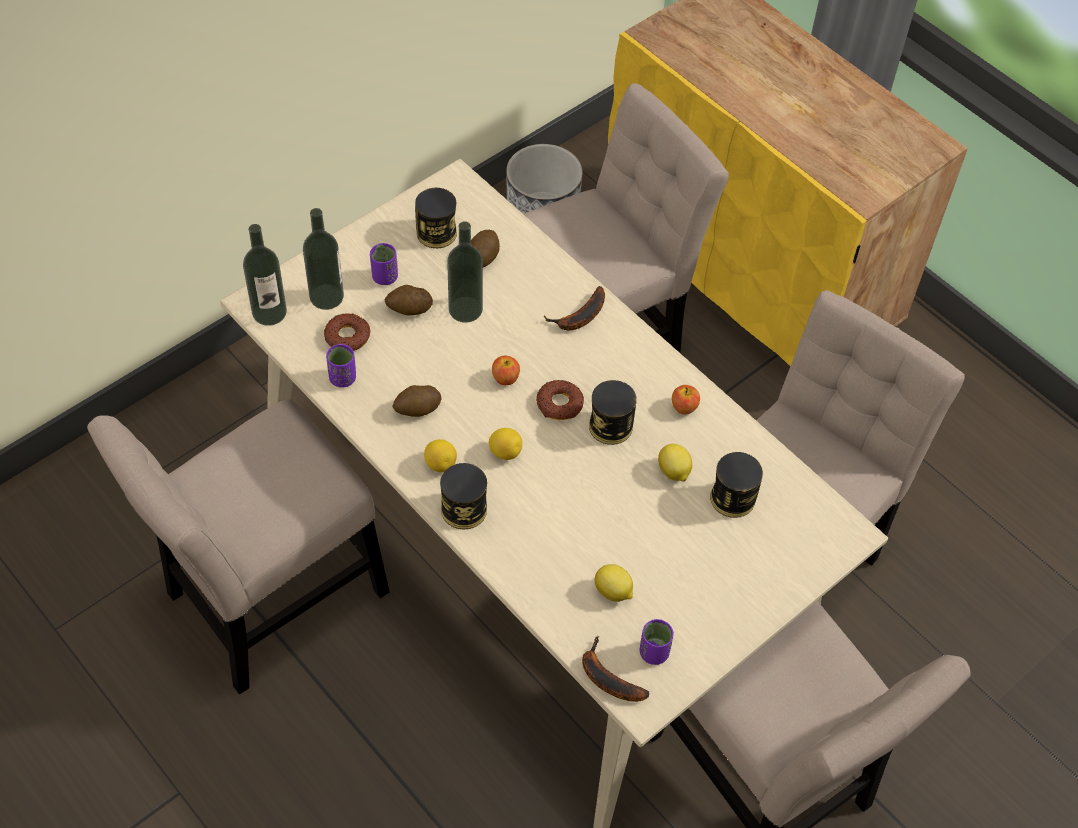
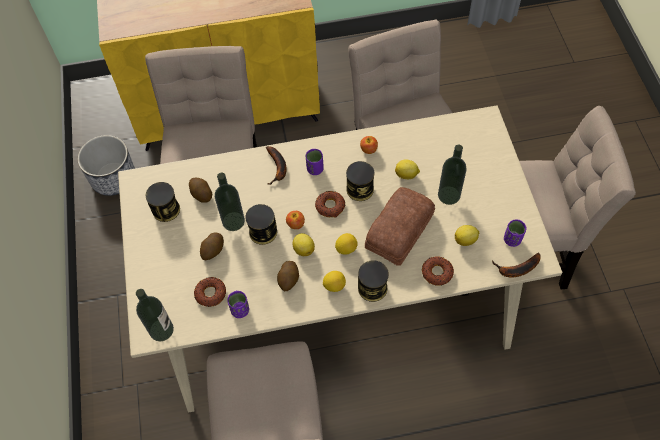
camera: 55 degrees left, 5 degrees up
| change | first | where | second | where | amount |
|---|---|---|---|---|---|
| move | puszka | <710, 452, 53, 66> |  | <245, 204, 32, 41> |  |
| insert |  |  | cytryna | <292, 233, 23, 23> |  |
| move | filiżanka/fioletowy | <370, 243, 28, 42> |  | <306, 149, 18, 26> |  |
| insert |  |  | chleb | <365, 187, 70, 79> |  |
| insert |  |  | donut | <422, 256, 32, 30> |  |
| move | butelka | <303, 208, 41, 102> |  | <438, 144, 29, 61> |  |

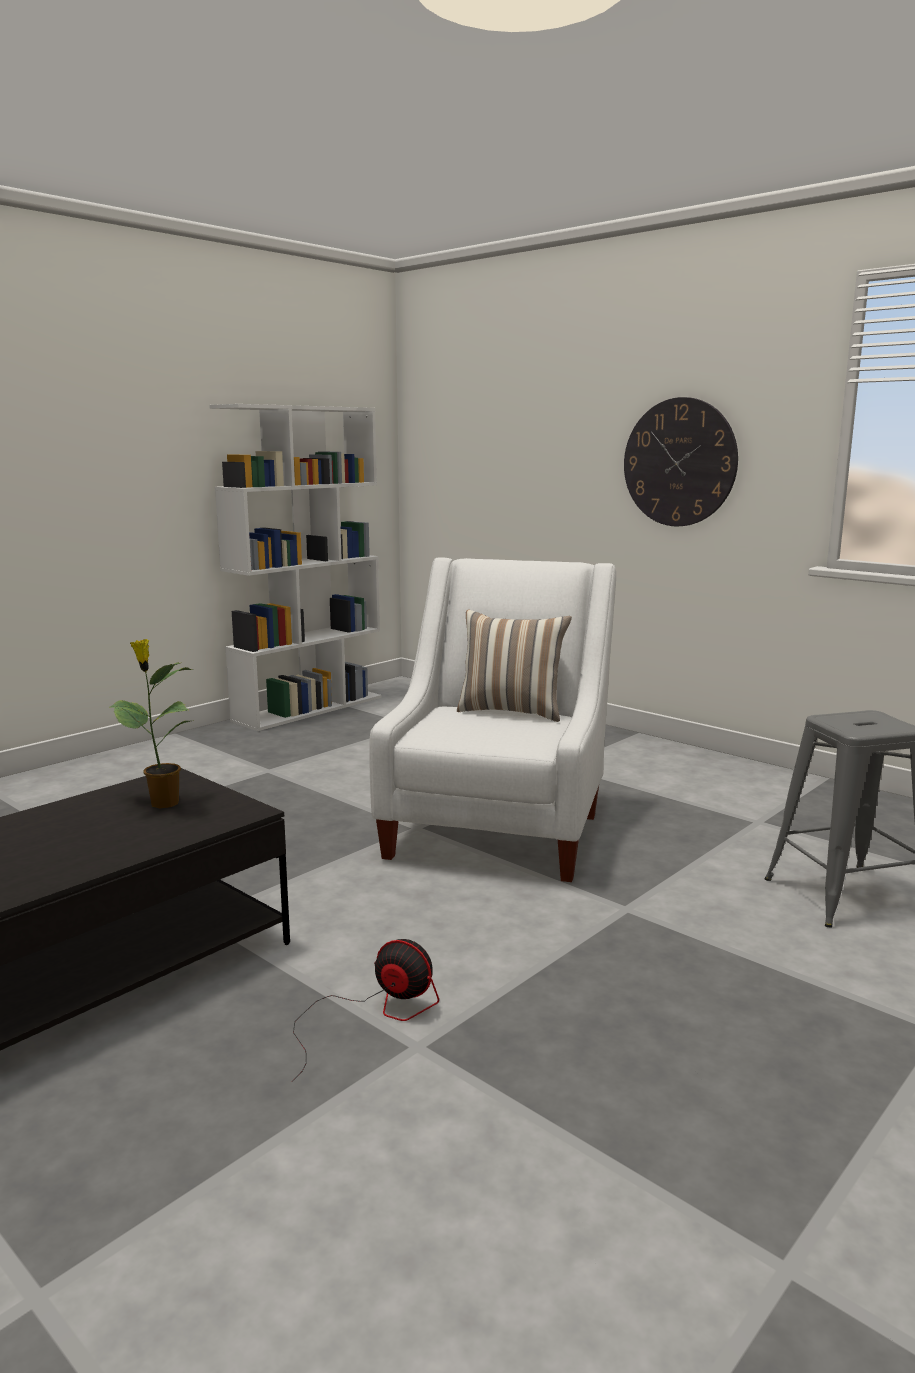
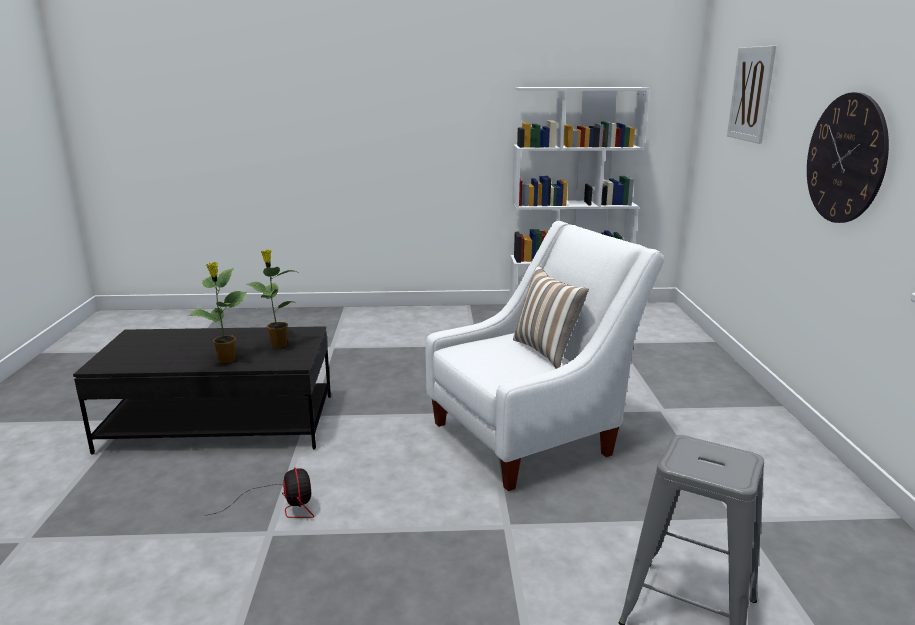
camera: 45 degrees right, 5 degrees up
| change | first | where | second | where | amount |
|---|---|---|---|---|---|
| insert |  |  | roślina doniczkowa | <188, 262, 59, 101> |  |
| insert |  |  | obraz | <727, 46, 49, 98> |  |

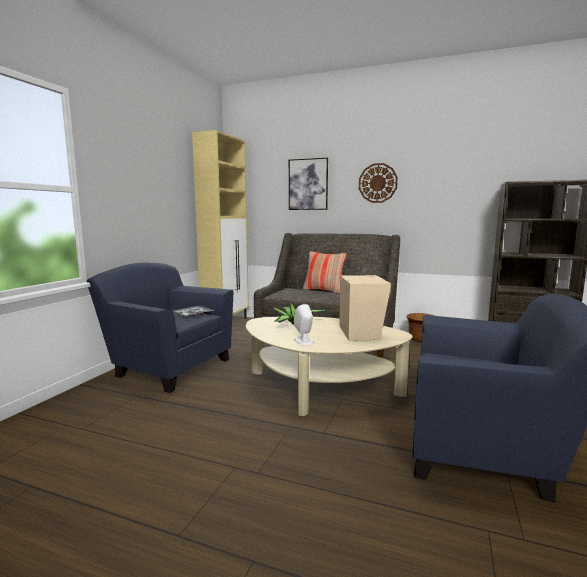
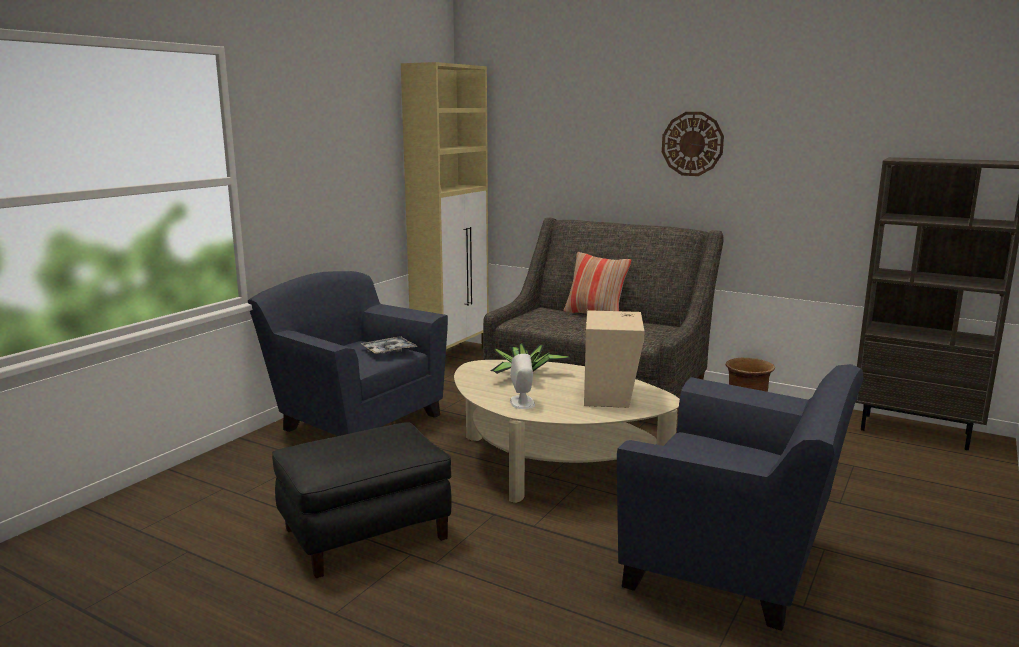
camera: 10 degrees right, 5 degrees up
| change | first | where | second | where | amount |
|---|---|---|---|---|---|
| insert |  |  | pufa/czarny | <272, 422, 180, 156> |  |
| delete | obraz | <289, 158, 39, 52> |  |  |  |

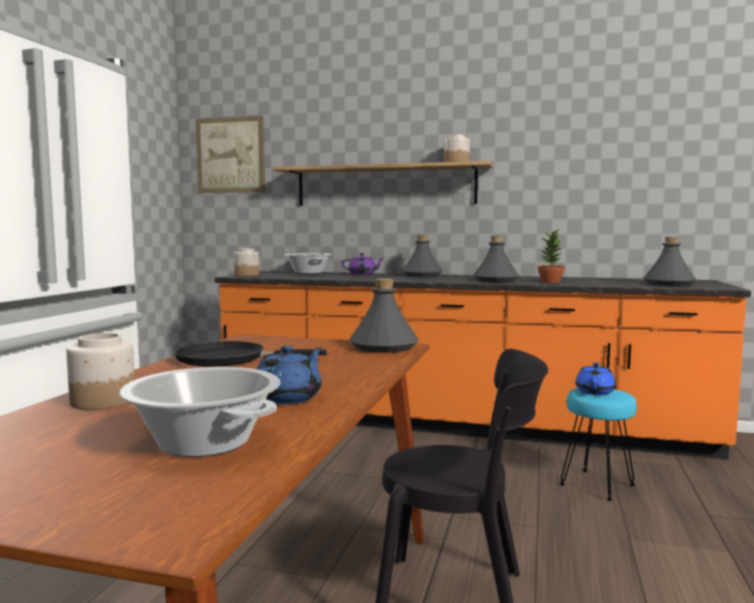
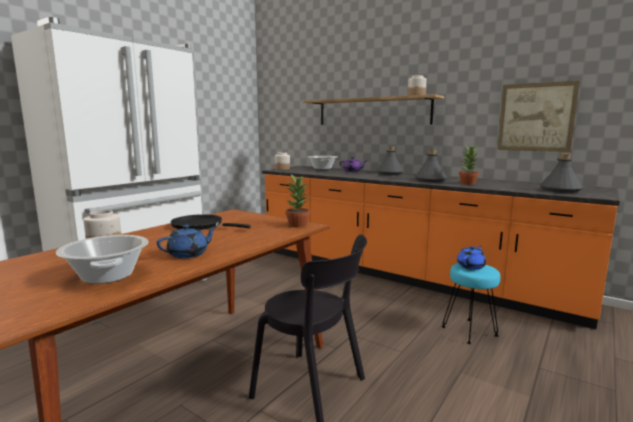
camera: 20 degrees right, 5 degrees up
| change | first | where | second | where | amount |
|---|---|---|---|---|---|
| replace | butelka/szary | <349, 278, 70, 75> | roślina doniczkowa | <285, 175, 26, 52> |  |
| move | obraz | <196, 115, 69, 78> |  | <497, 81, 83, 71> |  |

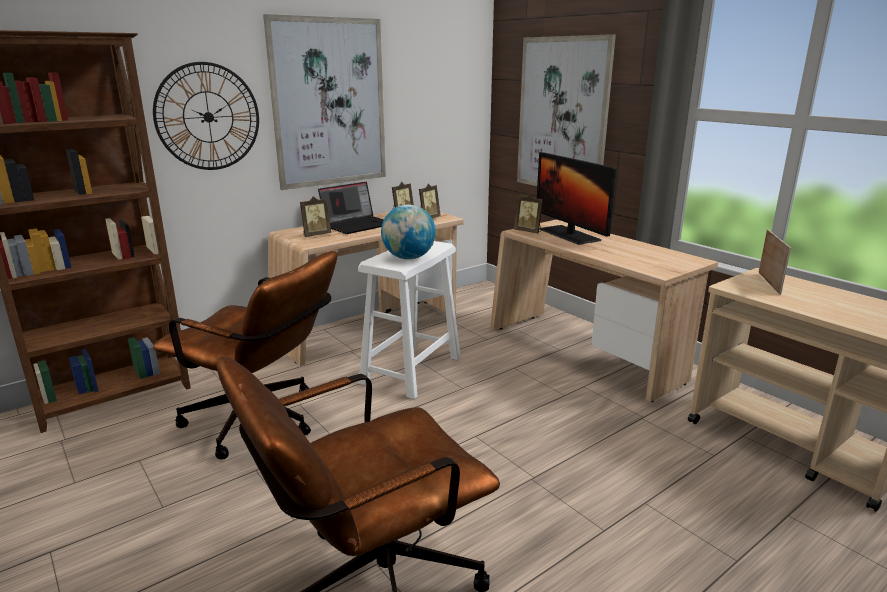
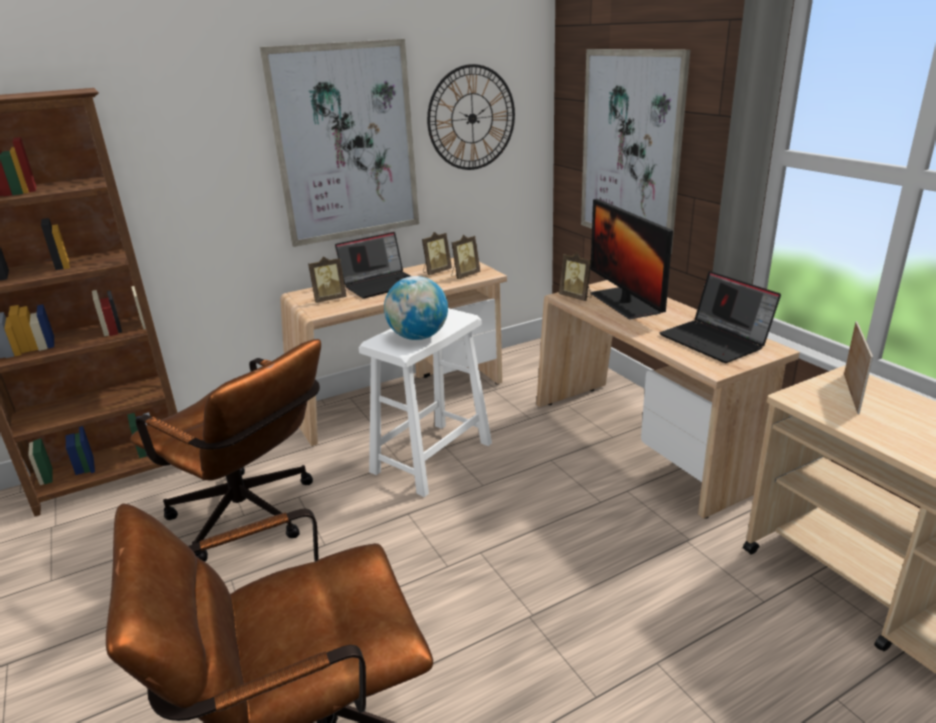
camera: 10 degrees right, 5 degrees up
| change | first | where | second | where | amount |
|---|---|---|---|---|---|
| move | zegar ścienny | <153, 62, 106, 108> |  | <427, 64, 88, 106> |  |
| insert |  |  | laptop | <660, 271, 121, 92> |  |

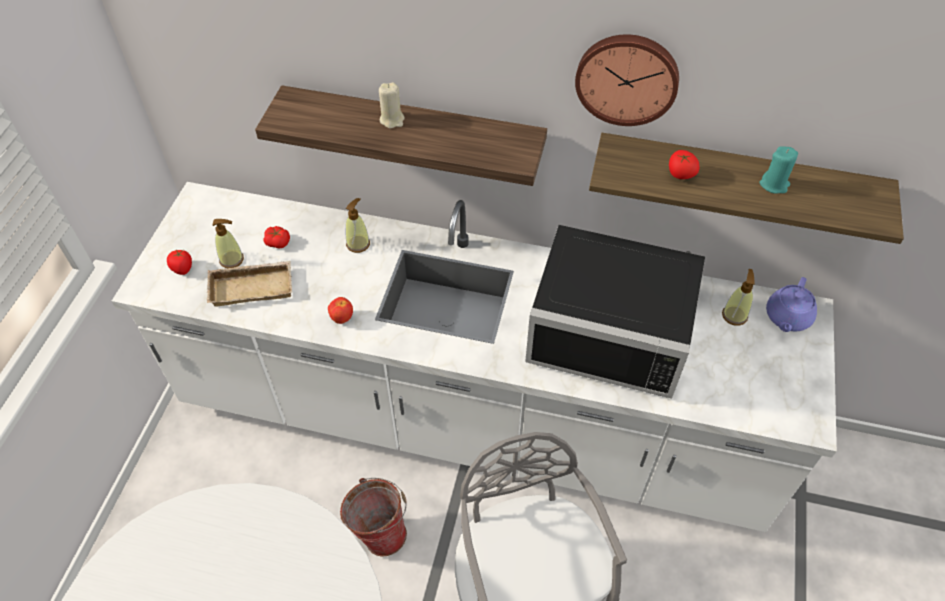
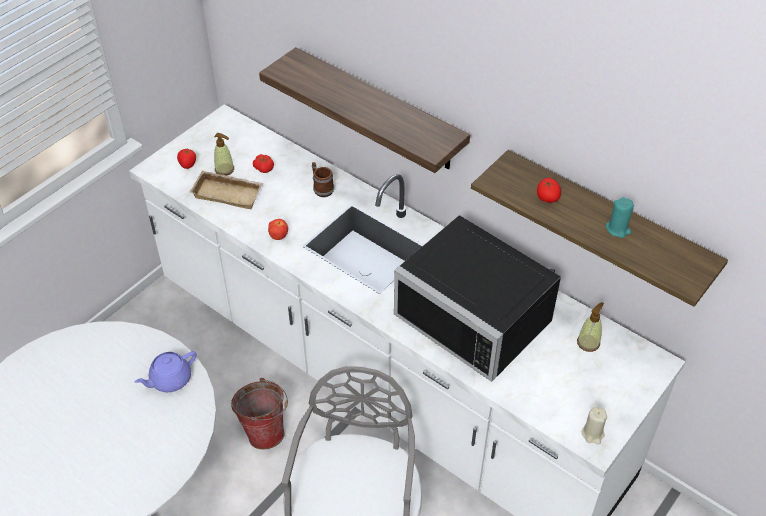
camera: 25 degrees right, 5 degrees down
| change | first | where | second | where | amount |
|---|---|---|---|---|---|
| move | imbryk/fioletowy | <766, 277, 51, 55> |  | <135, 351, 62, 41> |  |
| replace | dozownik mydła | <346, 198, 24, 55> | kubek | <312, 162, 22, 35> |  |
| move | świeca/beżowy | <379, 82, 26, 46> |  | <581, 407, 26, 37> |  |
| delete | zegar ścienny | <575, 34, 104, 92> |  |  |  |

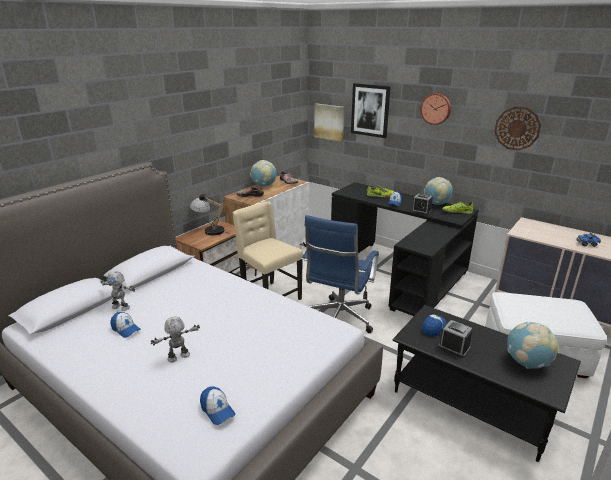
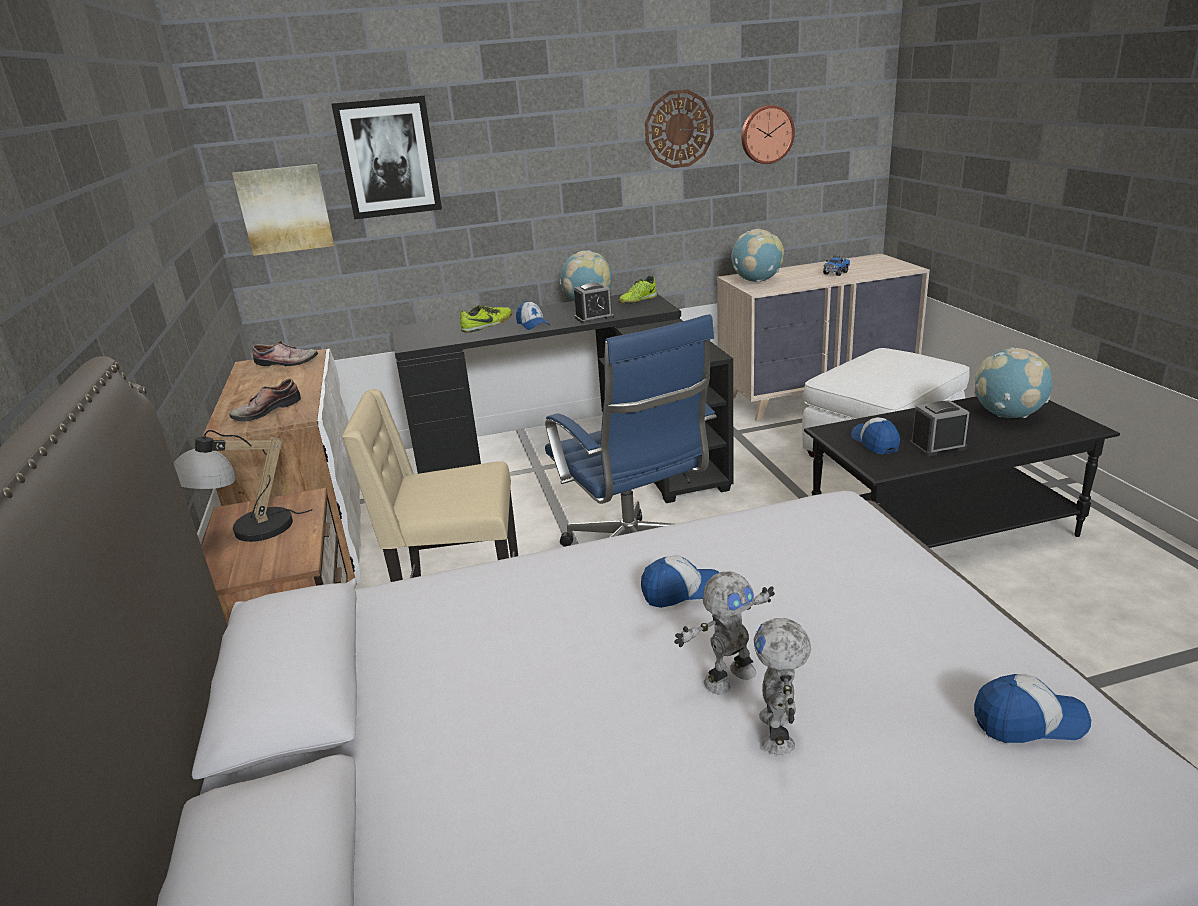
camera: 50 degrees left, 0 degrees up
| change | first | where | second | where | amount |
|---|---|---|---|---|---|
| move | czapka z daszkiem | <111, 312, 30, 26> |  | <641, 555, 78, 53> |  |
| move | robot zabawkowy | <101, 271, 34, 40> |  | <674, 572, 101, 123> |  |
| move | globus | <250, 160, 26, 27> |  | <731, 229, 53, 53> |  |
| move | zegar ścienny | <420, 93, 31, 32> |  | <741, 105, 54, 59> |  |

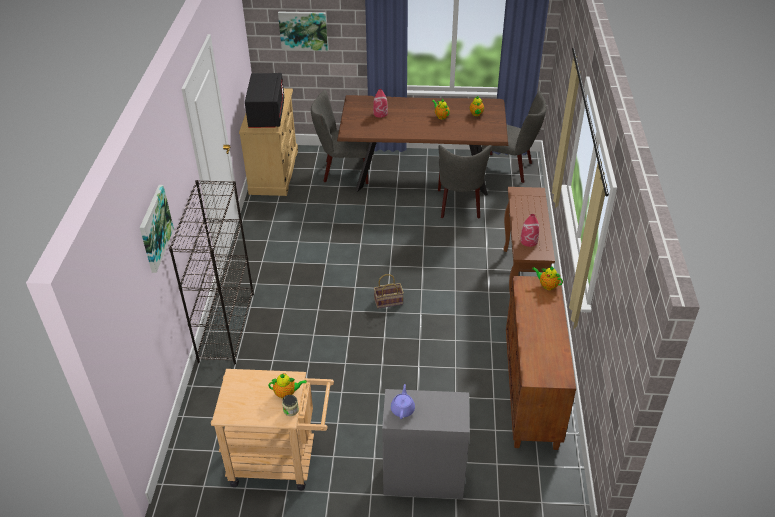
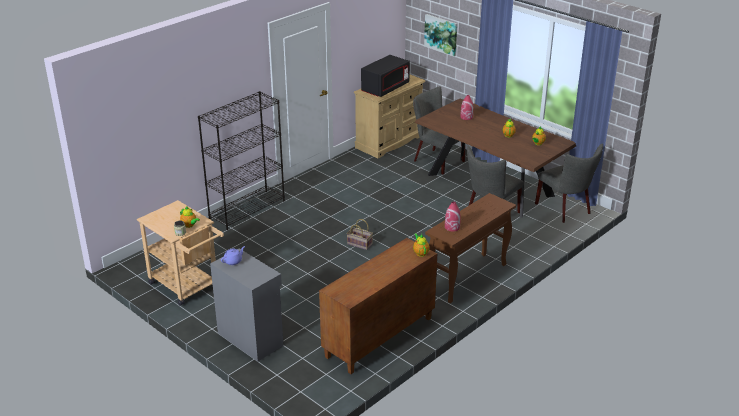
camera: 40 degrees right, 10 degrees down
| change | first | where | second | where | amount |
|---|---|---|---|---|---|
| delete | obraz | <140, 185, 34, 88> |  |  |  |

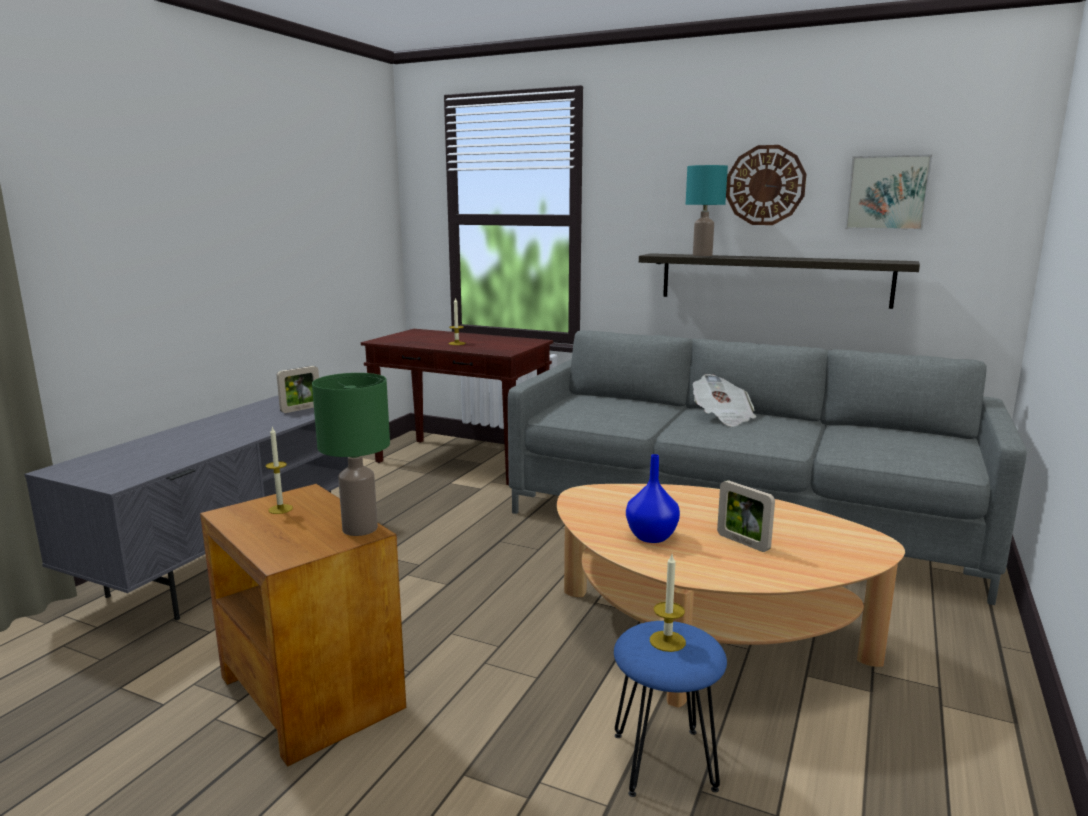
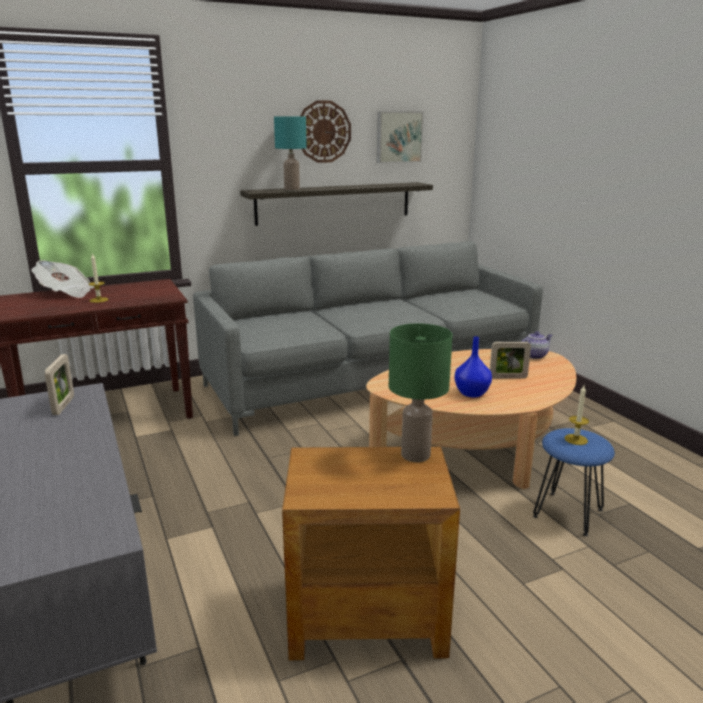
camera: 50 degrees left, 5 degrees up
| change | first | where | second | where | amount |
|---|---|---|---|---|---|
| move | gazeta | <692, 374, 64, 53> |  | <32, 260, 62, 38> |  |
| insert |  |  | imbryk | <521, 331, 32, 28> |  |
| delete | świeca | <266, 427, 27, 87> |  |  |  |

